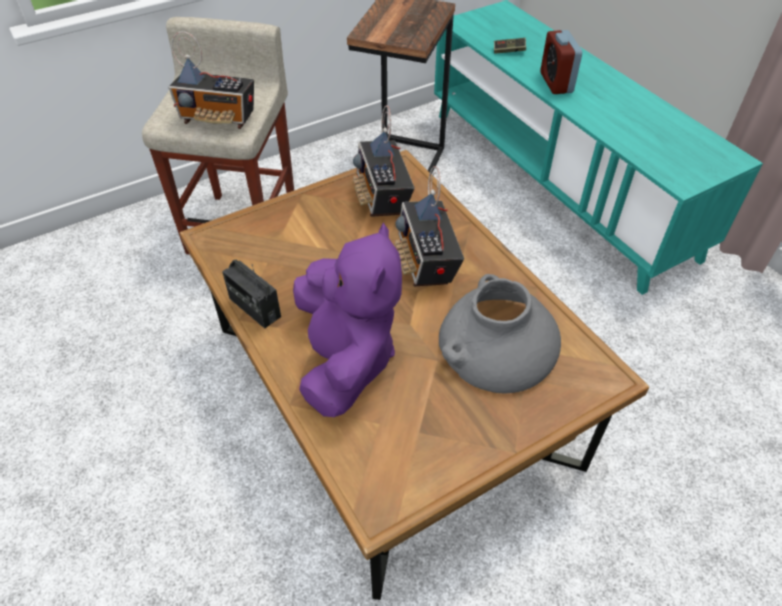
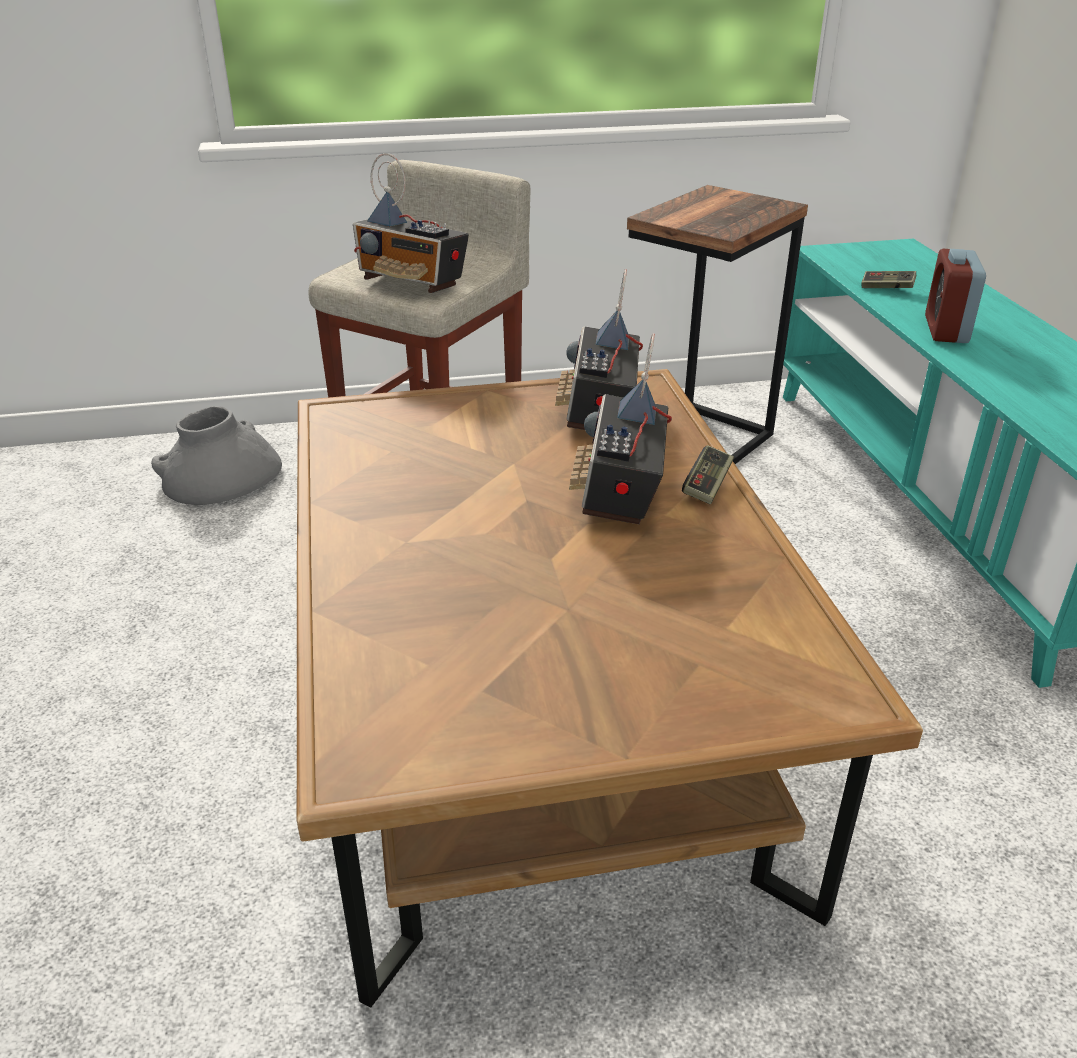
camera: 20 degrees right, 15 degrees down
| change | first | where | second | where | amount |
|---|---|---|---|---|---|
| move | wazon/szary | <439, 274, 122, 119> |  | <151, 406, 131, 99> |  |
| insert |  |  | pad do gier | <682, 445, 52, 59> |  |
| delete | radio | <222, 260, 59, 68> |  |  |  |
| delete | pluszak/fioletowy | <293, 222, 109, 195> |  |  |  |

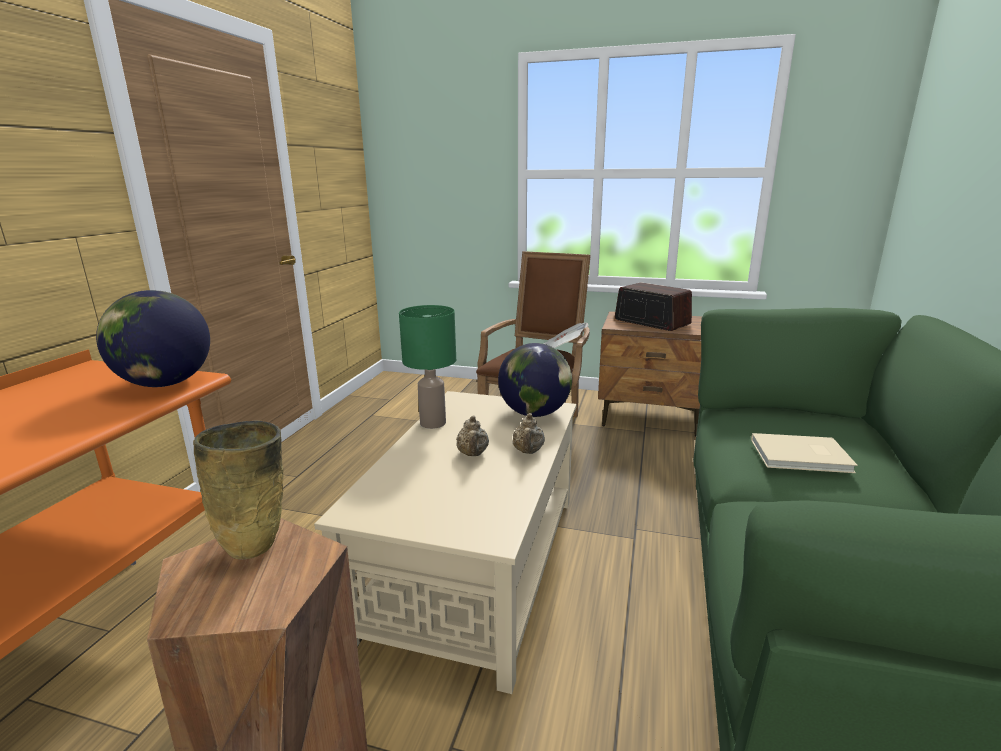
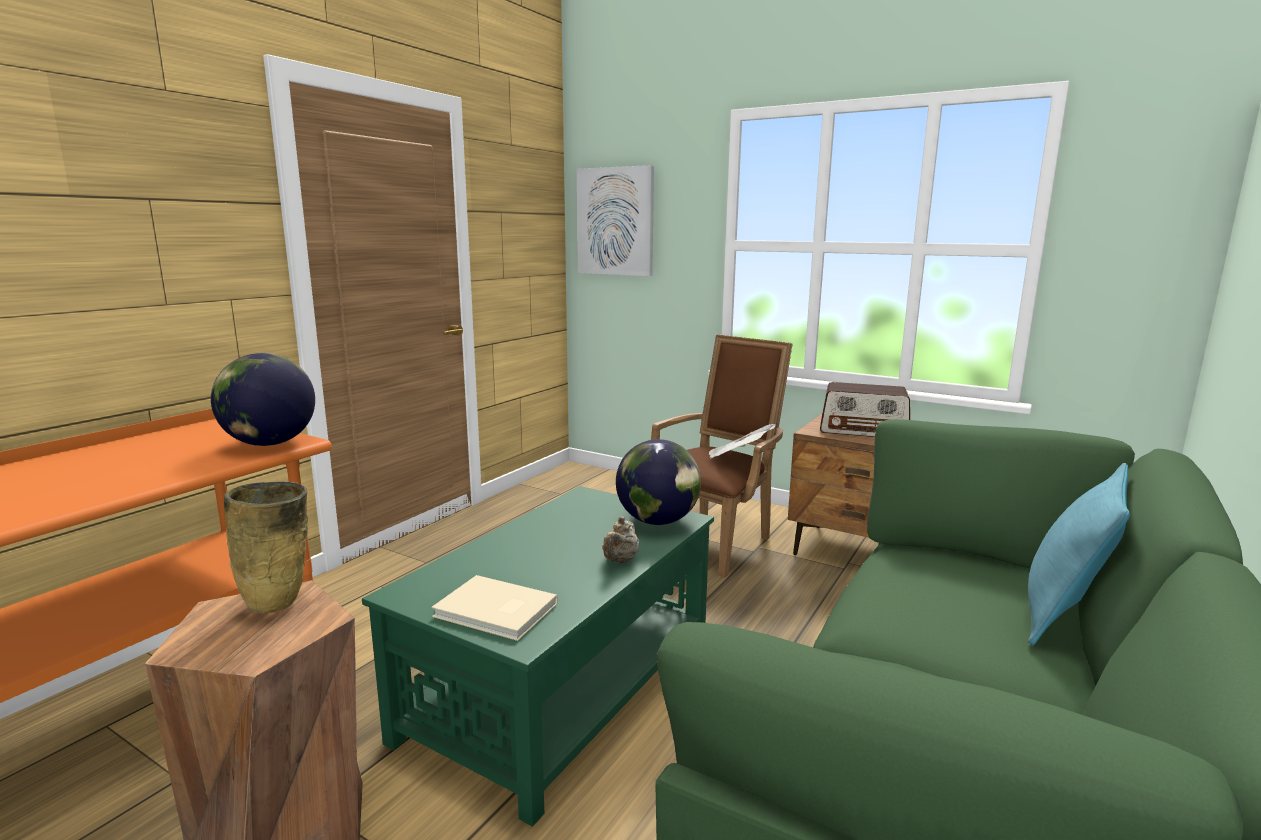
camera: 15 degrees right, 5 degrees down
| change | first | where | second | where | amount |
|---|---|---|---|---|---|
| recolor | ława/beżowy | <314, 391, 262, 303> | ława/zielony | <362, 486, 352, 341> |  |
| move | książka/beżowy | <751, 433, 107, 40> |  | <432, 575, 126, 66> |  |
| insert |  |  | obraz | <577, 165, 77, 111> |  |
| rotate | radio | <615, 282, 77, 49> |  | <820, 382, 90, 55> | 135 degrees clockwise |
| insert |  |  | poduszka/turkusowy | <1028, 463, 102, 183> |  |
| delete | lampa stołowa/zielony | <399, 305, 57, 124> |  |  |  |
| delete | imbryk/beżowy | <456, 416, 33, 40> |  |  |  |

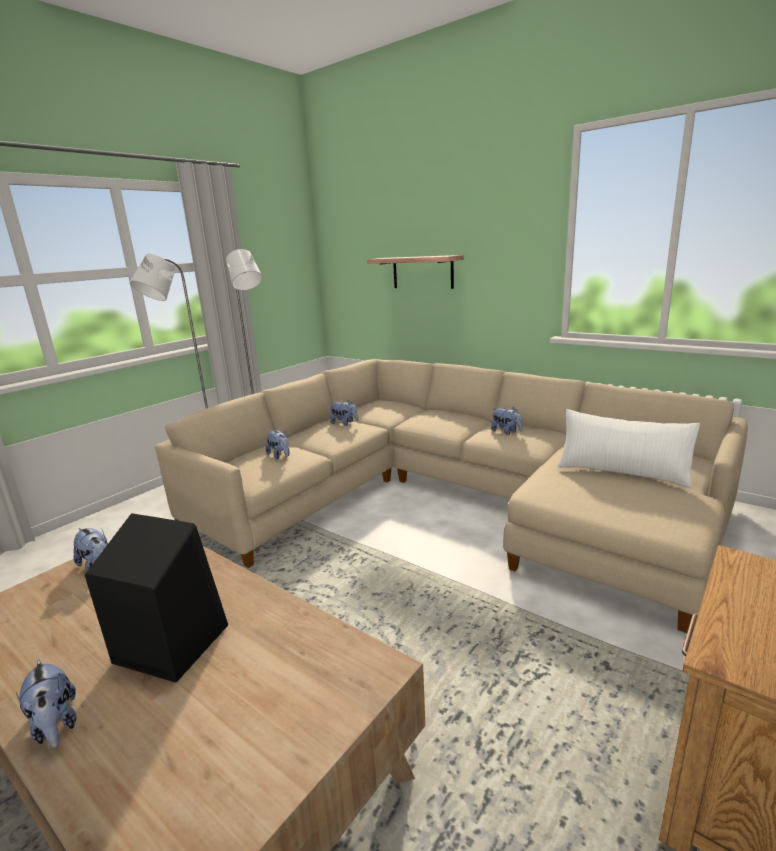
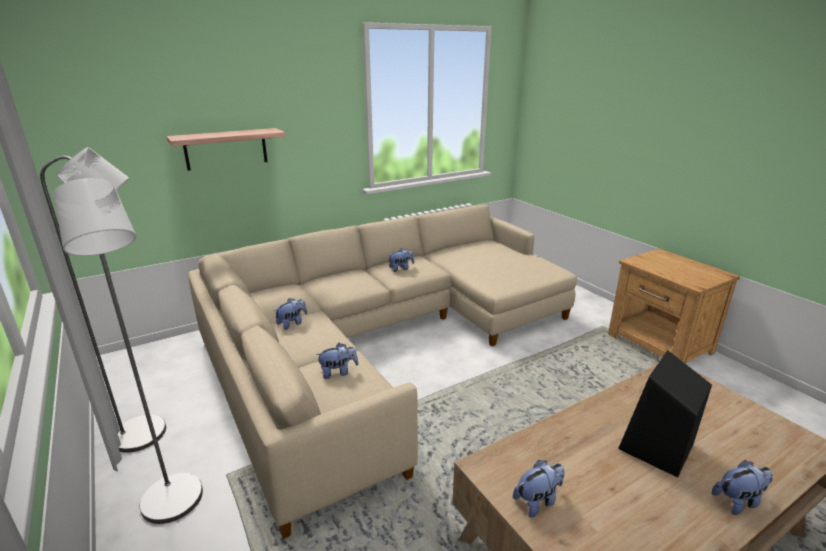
camera: 70 degrees left, 5 degrees up
| change | first | where | second | where | amount |
|---|---|---|---|---|---|
| delete | poduszka/biały | <558, 409, 142, 79> |  |  |  |

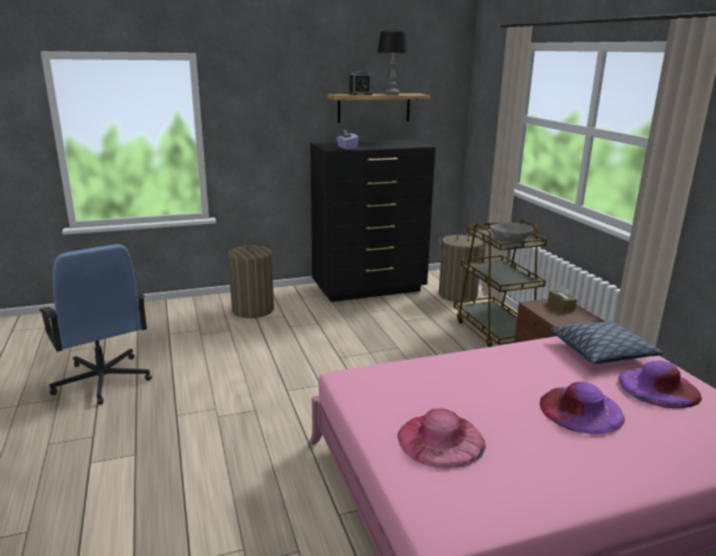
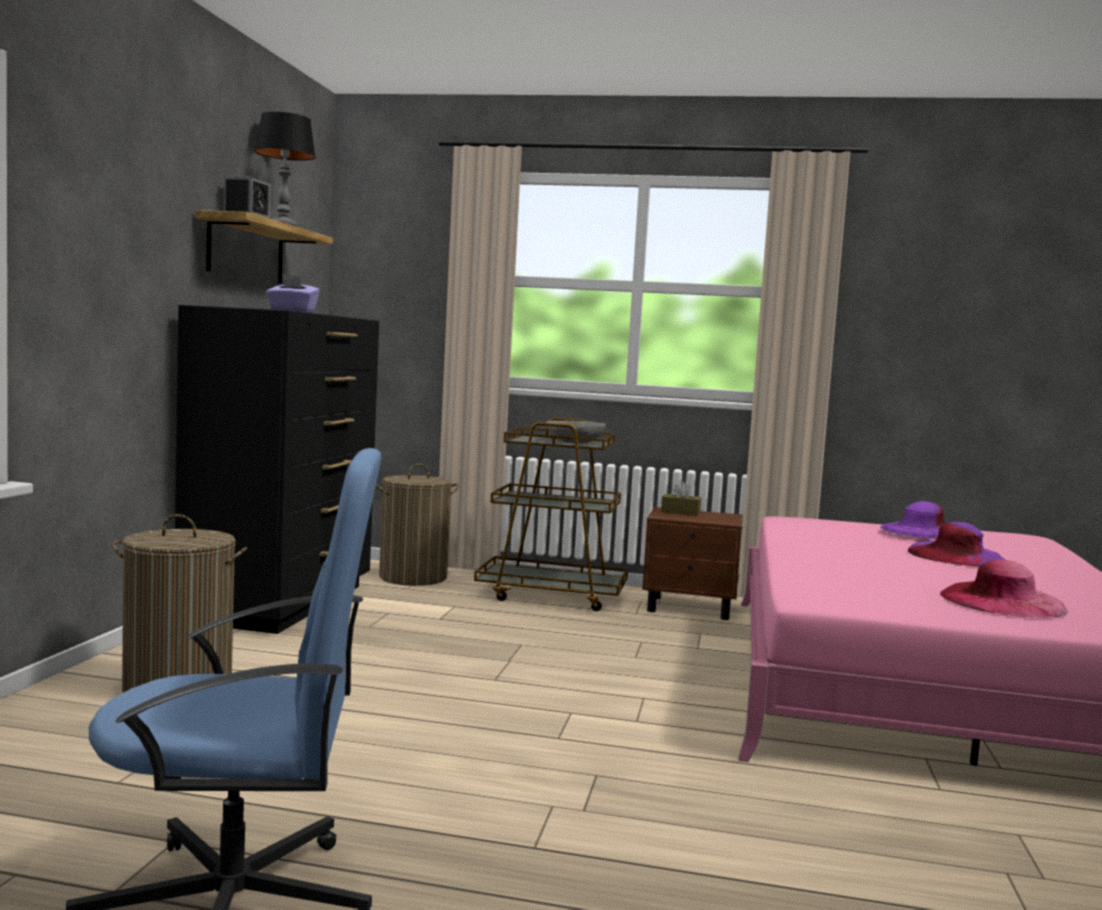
camera: 60 degrees left, 15 degrees down
| change | first | where | second | where | amount |
|---|---|---|---|---|---|
| delete | poduszka | <551, 321, 112, 43> |  |  |  |

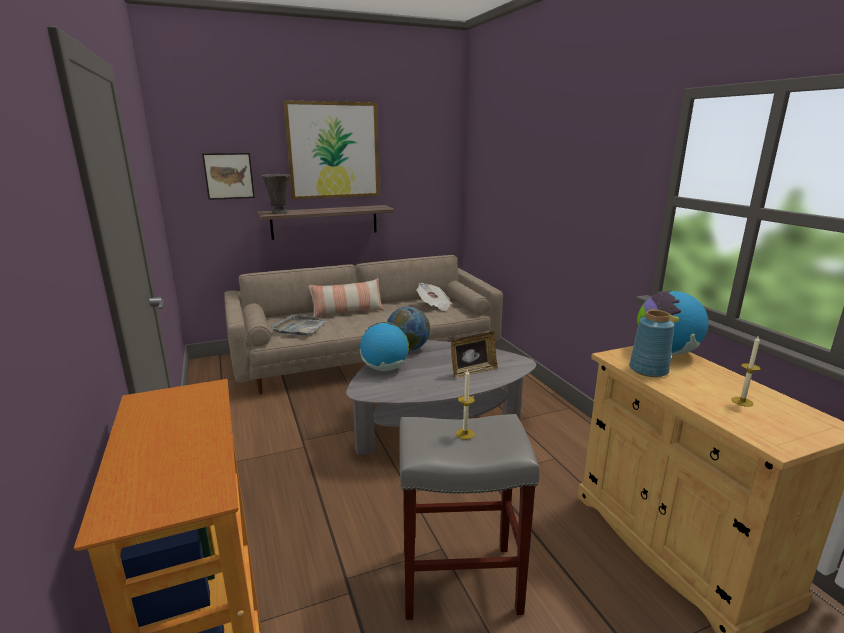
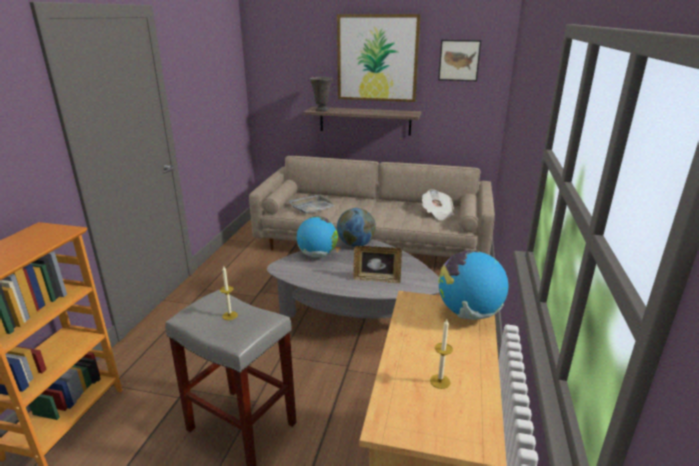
camera: 35 degrees right, 5 degrees up
| change | first | where | second | where | amount |
|---|---|---|---|---|---|
| move | obraz | <202, 153, 53, 47> |  | <438, 40, 43, 41> |  |
| delete | poduszka | <309, 278, 75, 39> |  |  |  |
| delete | wazon/niebieski | <629, 310, 46, 67> |  |  |  |

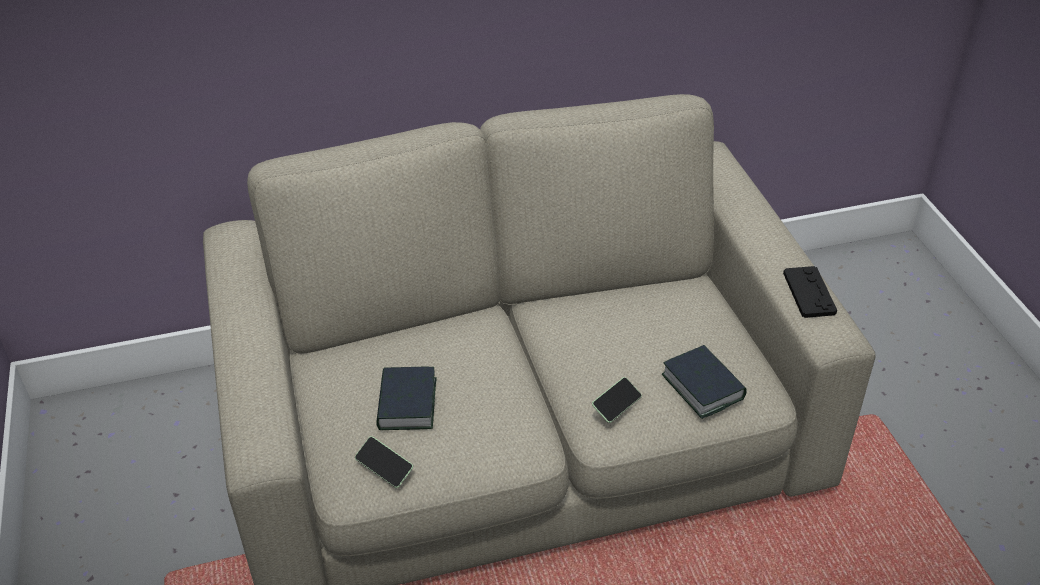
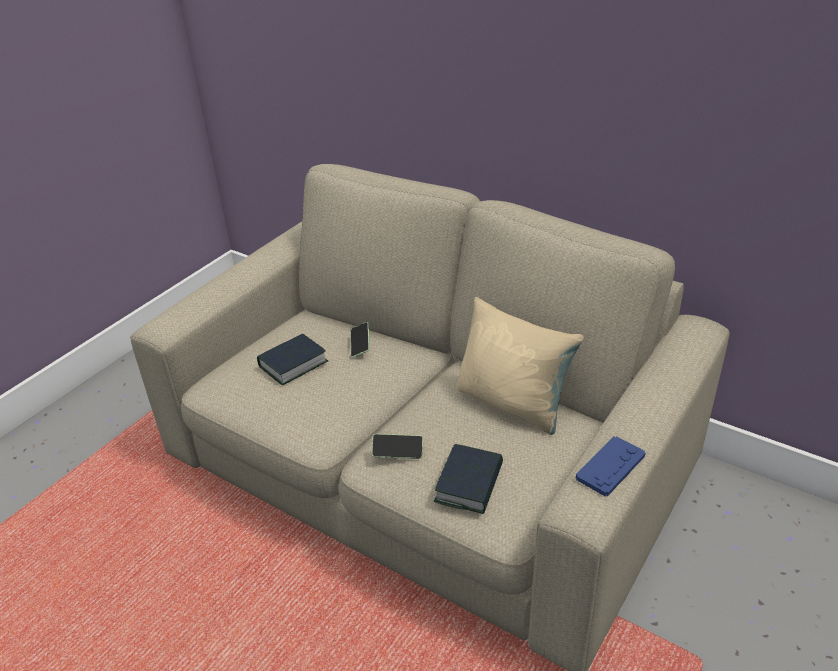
camera: 50 degrees right, 5 degrees down
| change | first | where | second | where | amount |
|---|---|---|---|---|---|
| move | telefon | <355, 436, 58, 52> |  | <351, 322, 19, 35> |  |
| insert |  |  | poduszka/beżowy | <456, 297, 128, 138> |  |
| recolor | pad do gier/czarny | <783, 266, 54, 52> | pad do gier/niebieski | <576, 436, 69, 60> |  |

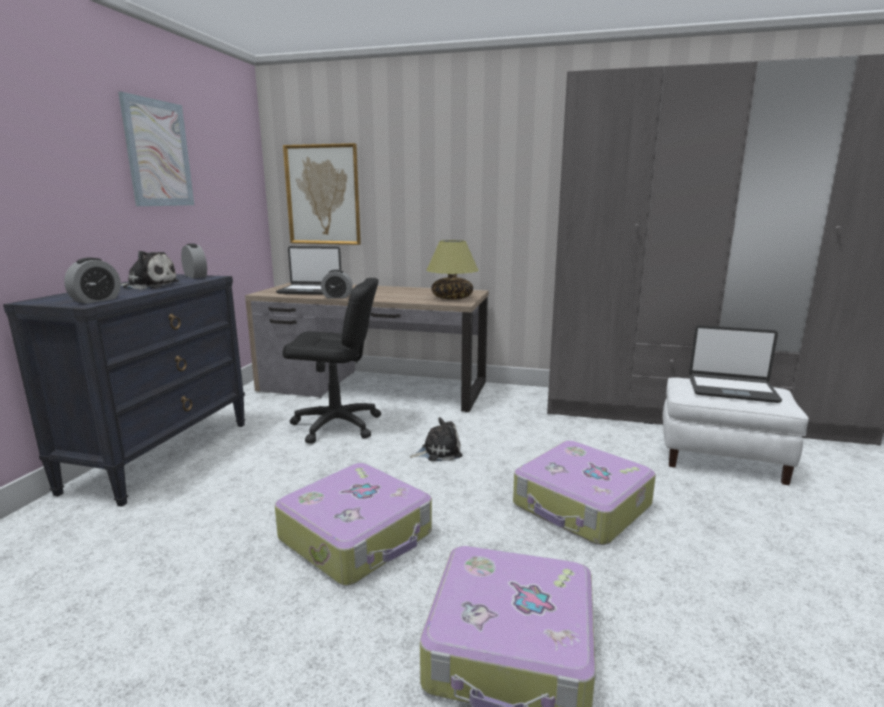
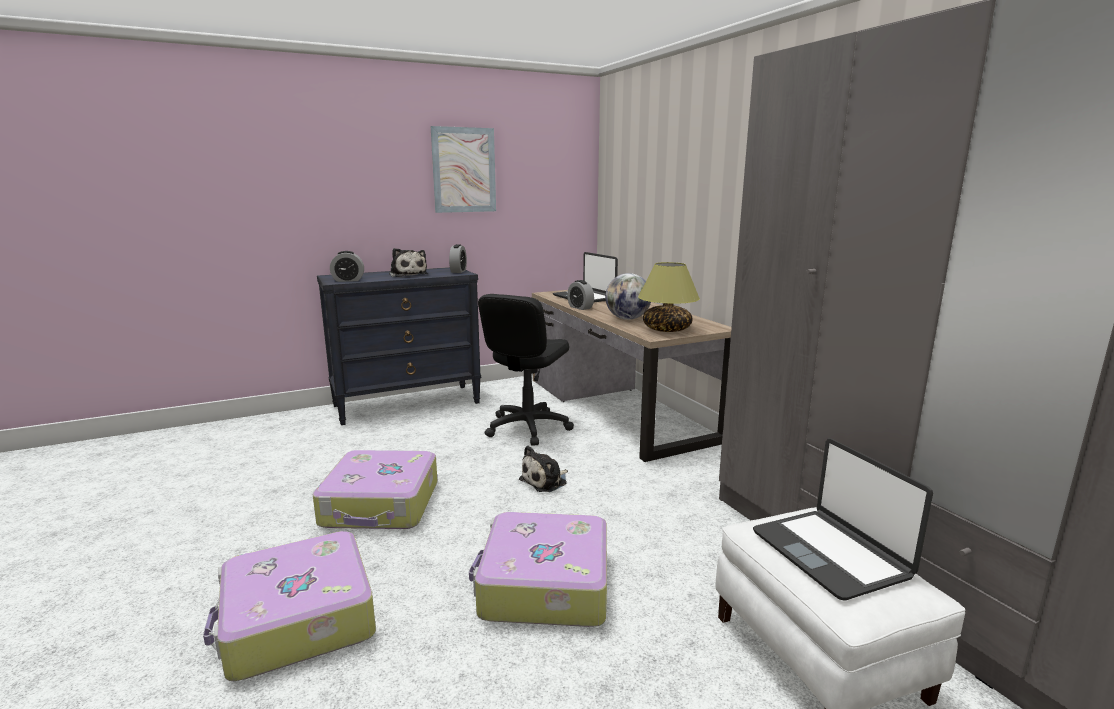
camera: 50 degrees right, 0 degrees up
| change | first | where | second | where | amount |
|---|---|---|---|---|---|
| rotate | krzesło biurowe/czarny | <282, 278, 99, 166> |  | <478, 294, 96, 152> | 60 degrees clockwise |
| rotate | pluszak | <410, 417, 52, 44> |  | <519, 446, 49, 46> | 105 degrees clockwise |
| insert |  |  | globus | <605, 273, 46, 47> |  |
| delete | obraz | <283, 143, 78, 102> |  |  |  |

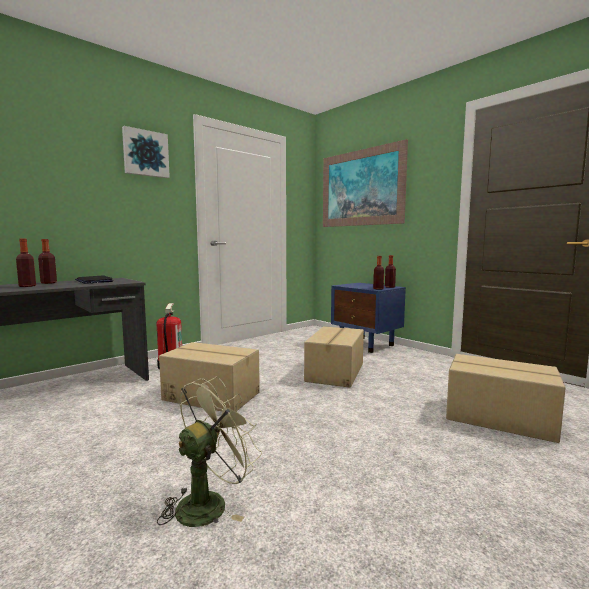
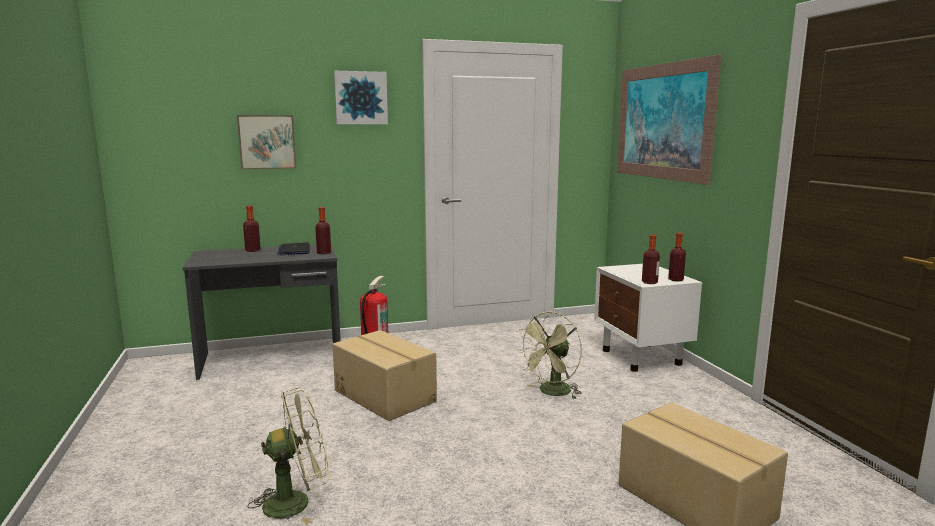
camera: 25 degrees right, 5 degrees up
| change | first | where | second | where | amount |
|---|---|---|---|---|---|
| insert |  |  | obraz | <237, 115, 59, 54> |  |
| move | butelka | <16, 239, 20, 48> |  | <315, 207, 16, 47> |  |
| replace | karton | <304, 326, 60, 62> | wentylator/zielony | <516, 311, 66, 88> |  |
| recolor | szafka nocna/niebieski | <331, 283, 75, 70> | szafka nocna/biały | <594, 264, 108, 108> |  |

